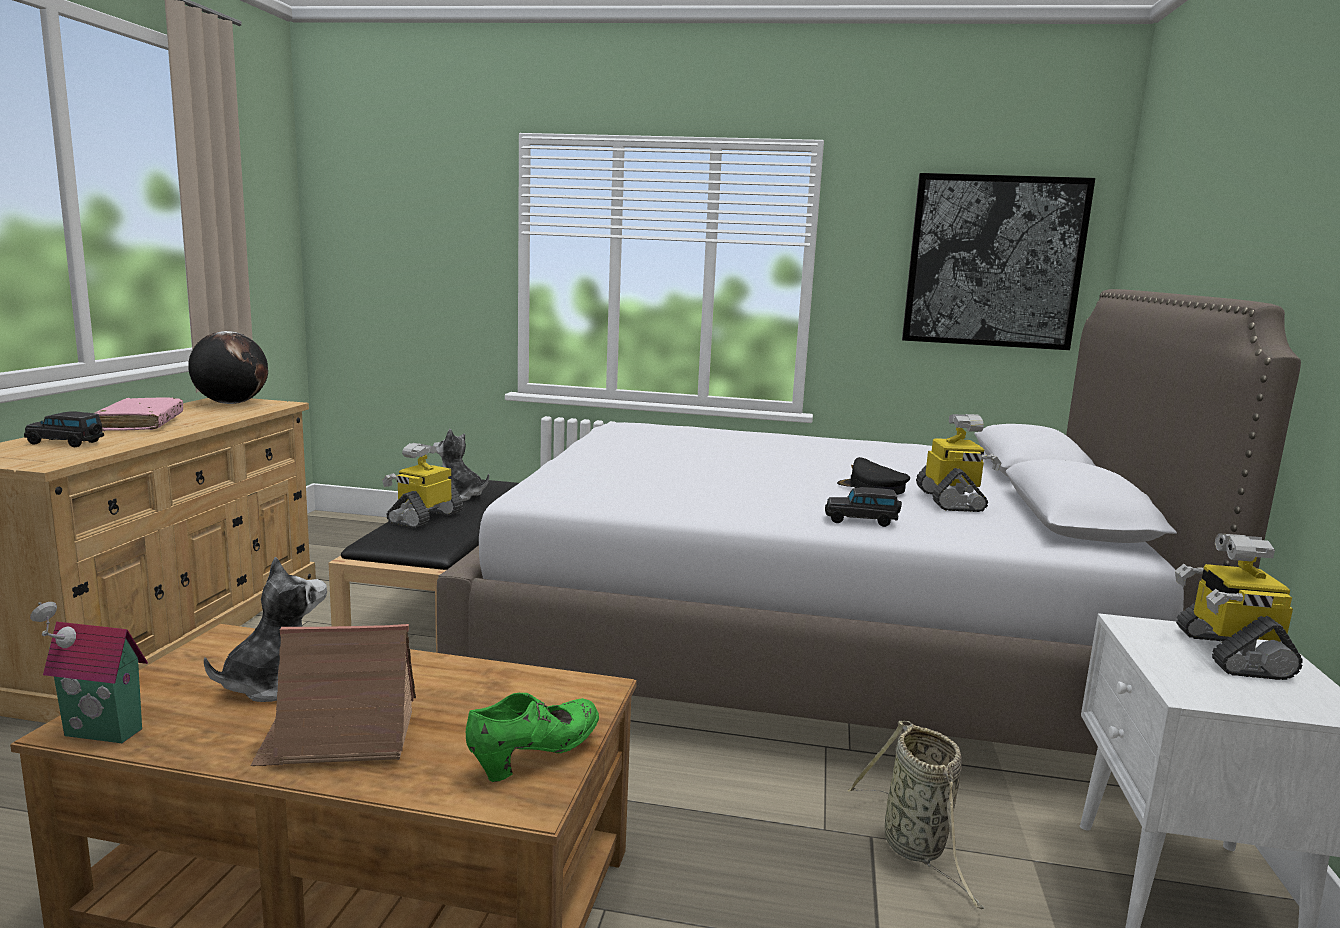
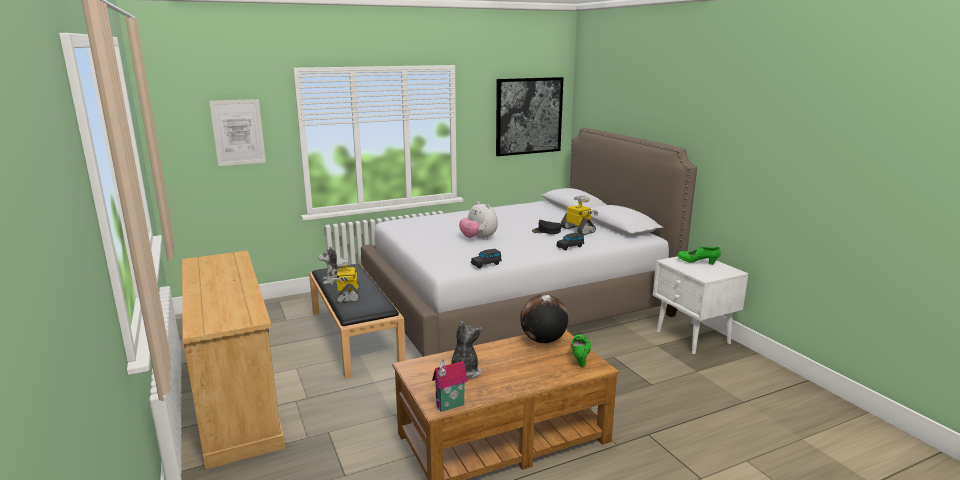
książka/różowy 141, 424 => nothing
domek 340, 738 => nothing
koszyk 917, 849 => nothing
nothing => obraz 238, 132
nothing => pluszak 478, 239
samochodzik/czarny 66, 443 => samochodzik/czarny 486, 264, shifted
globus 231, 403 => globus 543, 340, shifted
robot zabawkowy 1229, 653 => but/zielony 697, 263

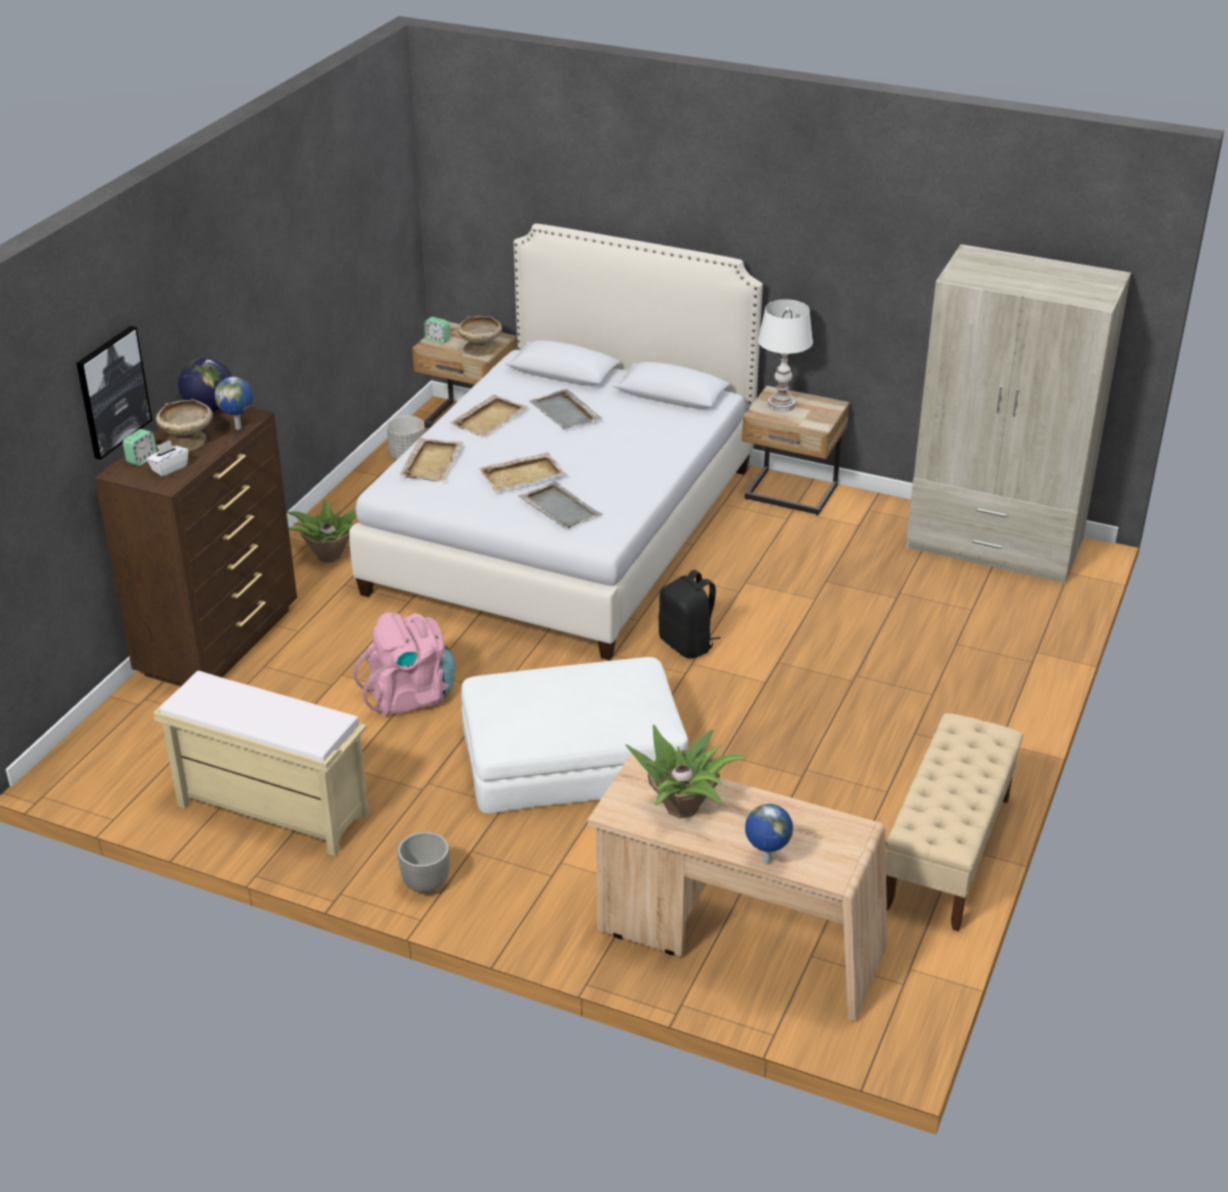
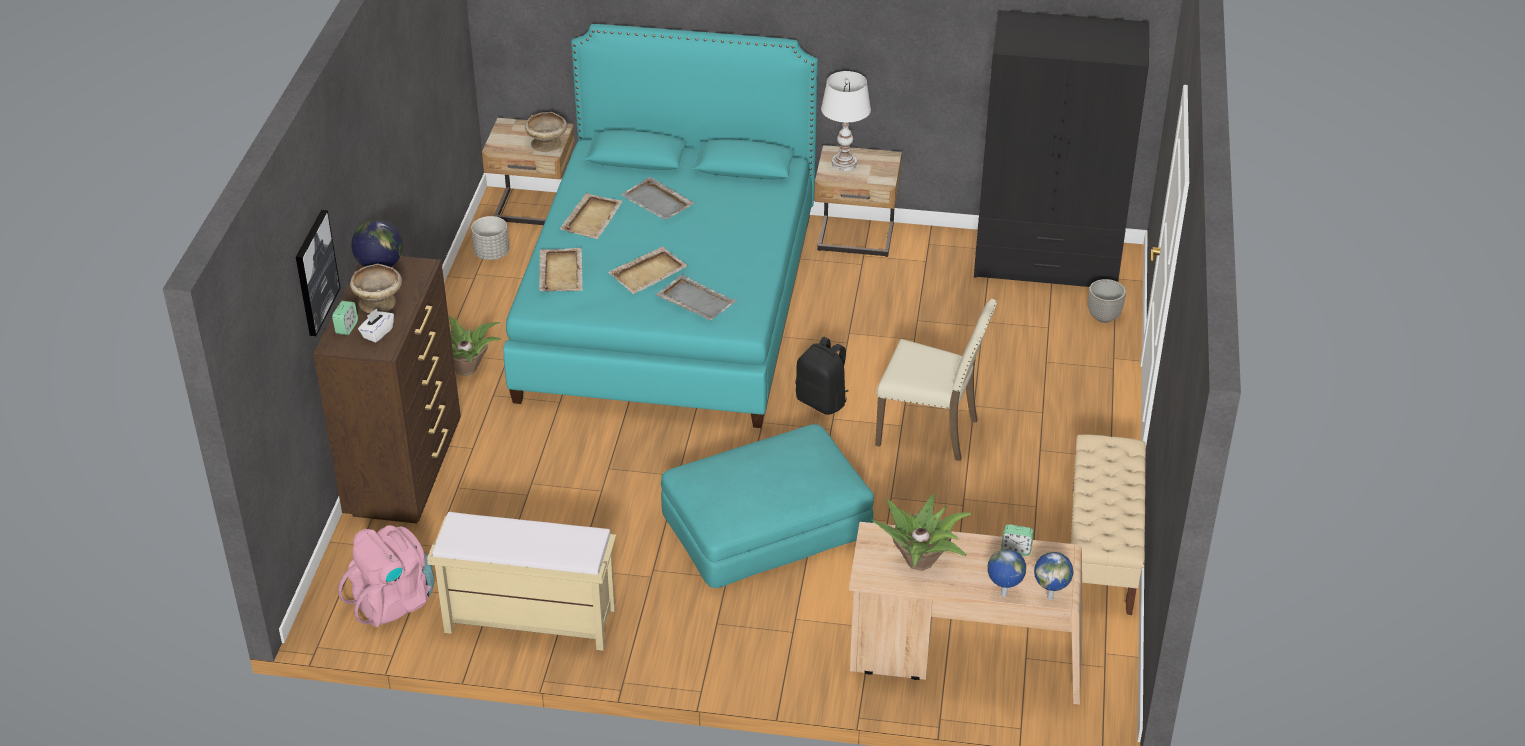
nothing => krzesło/beżowy 930, 431
globus 239, 427 => globus 1050, 597, shifted
plecak/różowy 410, 696 => plecak/różowy 393, 601, shifted
donica 425, 884 => donica 1103, 317, shifted
budzik 437, 340 => budzik 1016, 549, shifted
łóżko/biały 563, 528 => łóżko/turkusowy 668, 306
pufa/biały 573, 757 => pufa/turkusowy 766, 523
szafa/beżowy 995, 545 => szafa/czarny 1047, 261

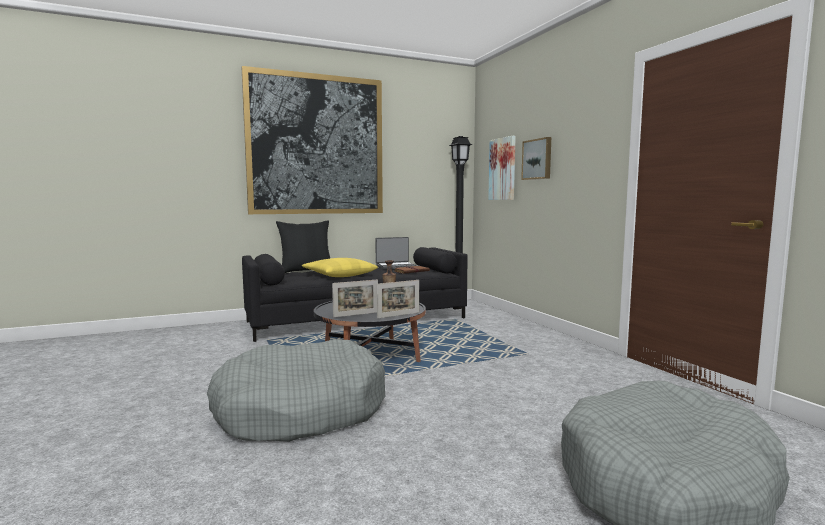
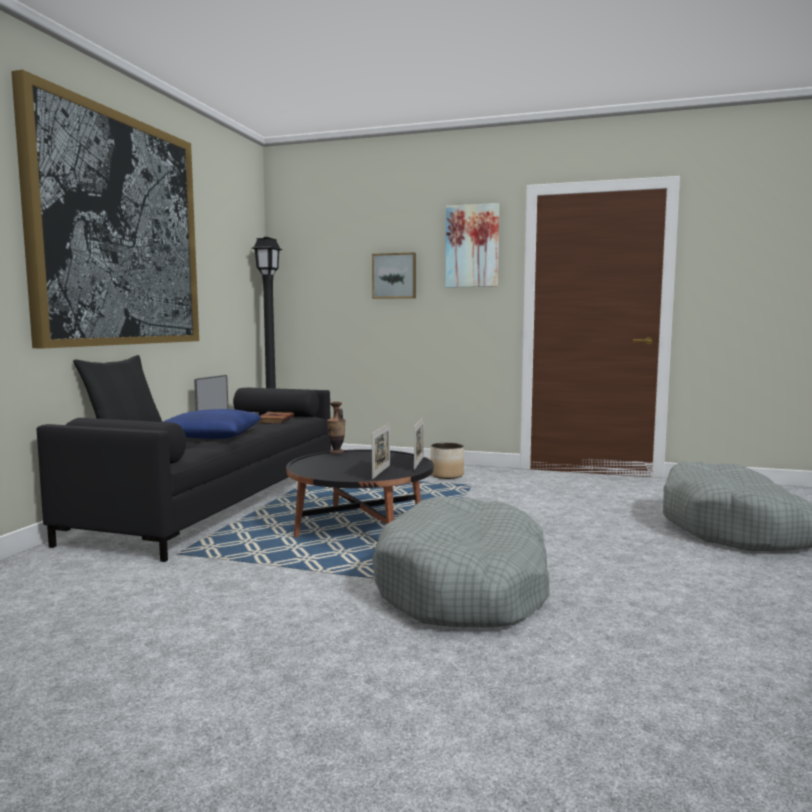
nothing => donica 447, 475
obraz 502, 169 => obraz 472, 246, shifted
poduszka/żółty 339, 275 => poduszka/niebieski 207, 436

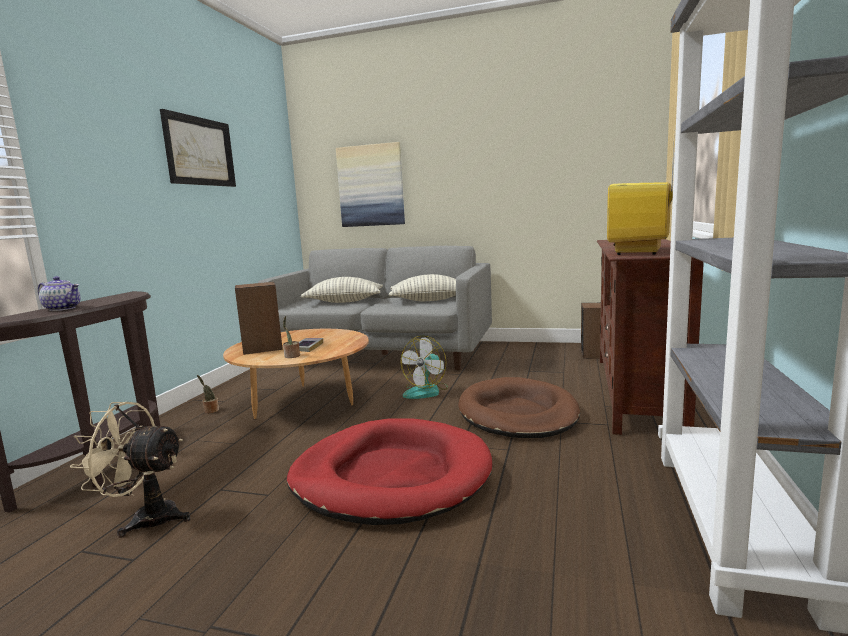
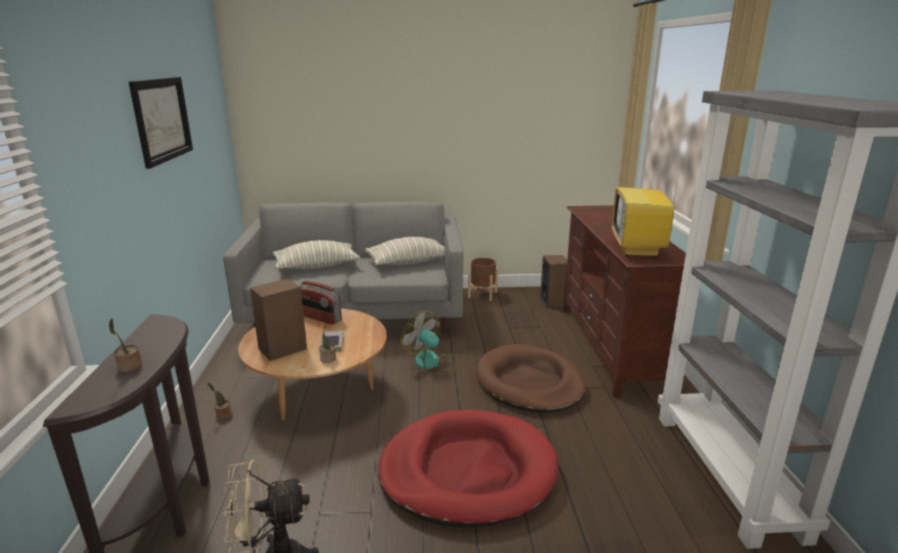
obraz 371, 186 => nothing
nothing => radio 320, 318
nothing => donica/brązowy 482, 294
imbryk 63, 308 => roślina doniczkowa 129, 367
wentylator 426, 391 => wentylator 432, 363, 120 degrees clockwise

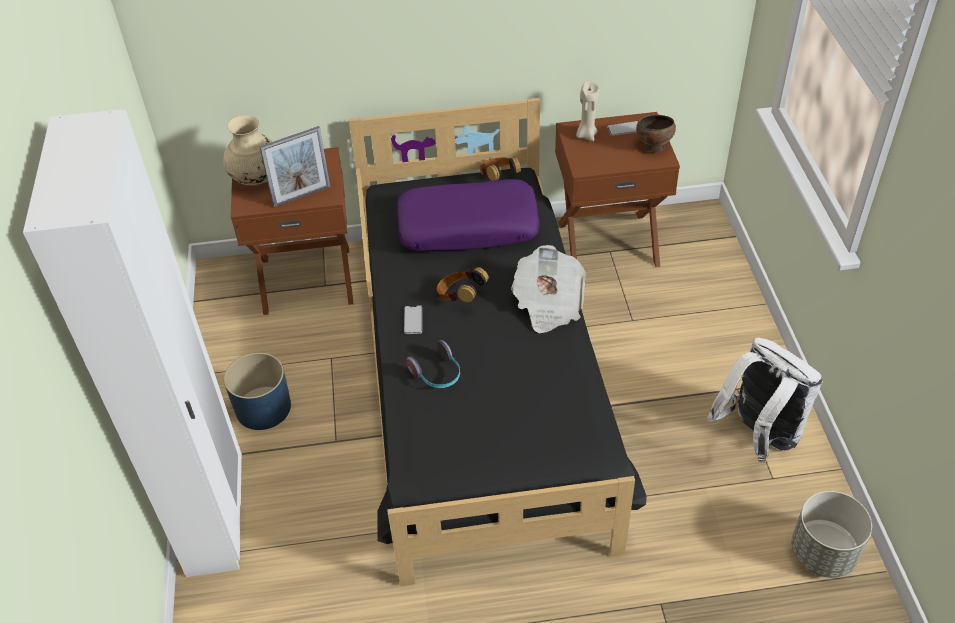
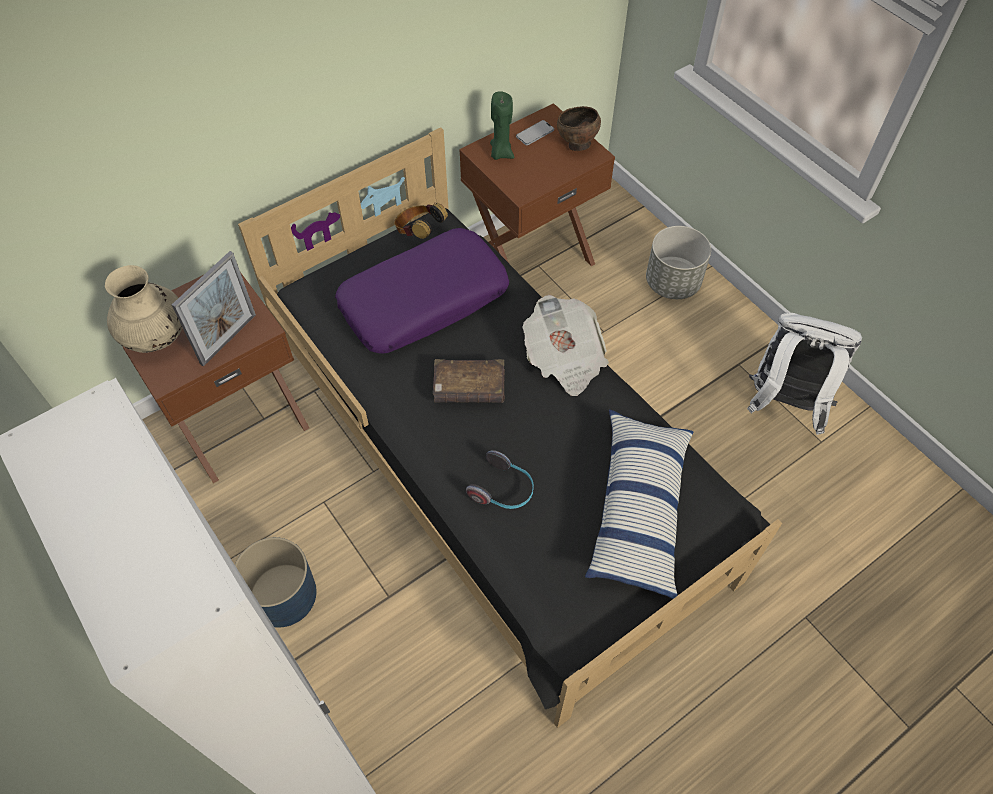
telefon 413, 320 => nothing
nothing => poduszka 638, 510
donica/szary 822, 553 => donica/szary 672, 283, shifted
słuchawki 460, 297 => książka/brązowy 469, 388
świeca/beżowy 586, 135 => świeca/zielony 500, 153

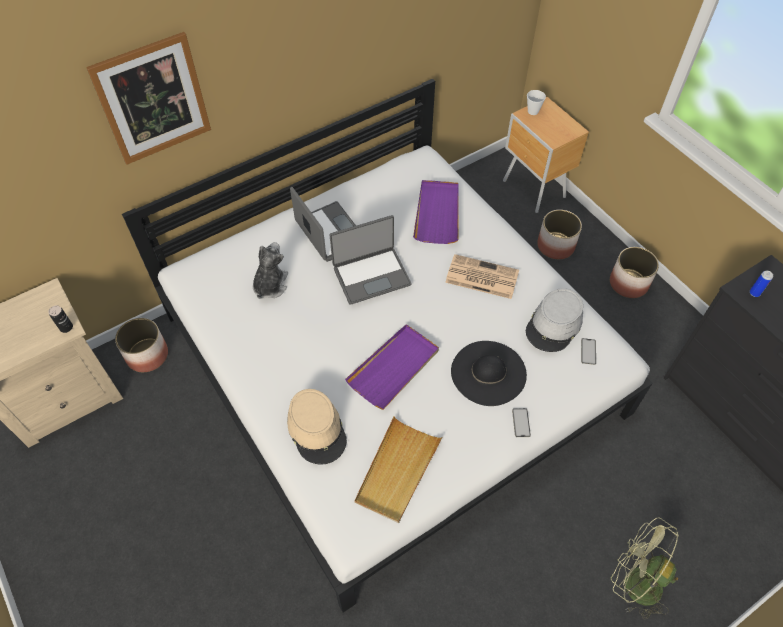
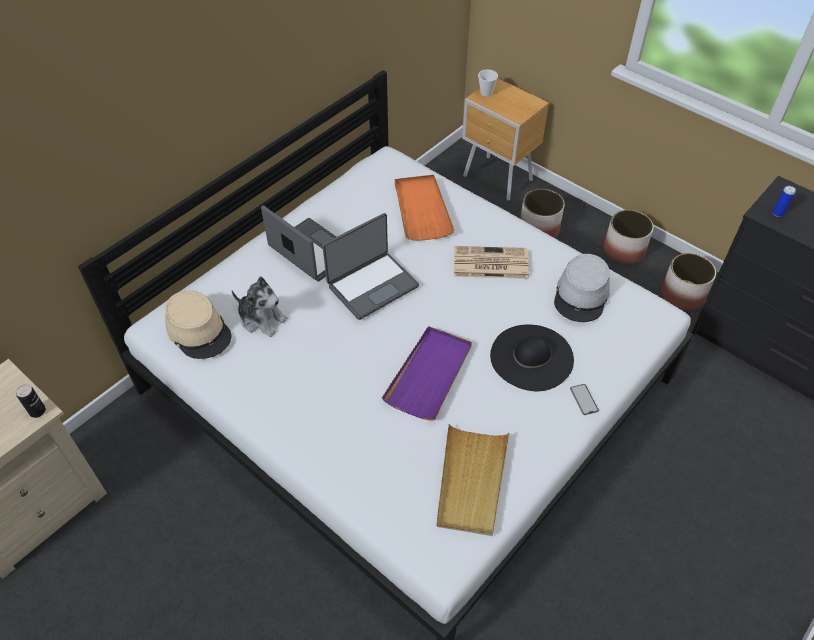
obraz 153, 99 => nothing
telefon 588, 351 => nothing
wentylator/zielony 633, 582 => nothing
donica 147, 355 => donica 682, 295, shifted
kapelusz/beżowy 317, 429 => kapelusz/beżowy 199, 331, shifted
taca/fioletowy 437, 213 => taca/pomarańczowy 421, 209
pluszak 270, 285 => pluszak 262, 319, 120 degrees clockwise

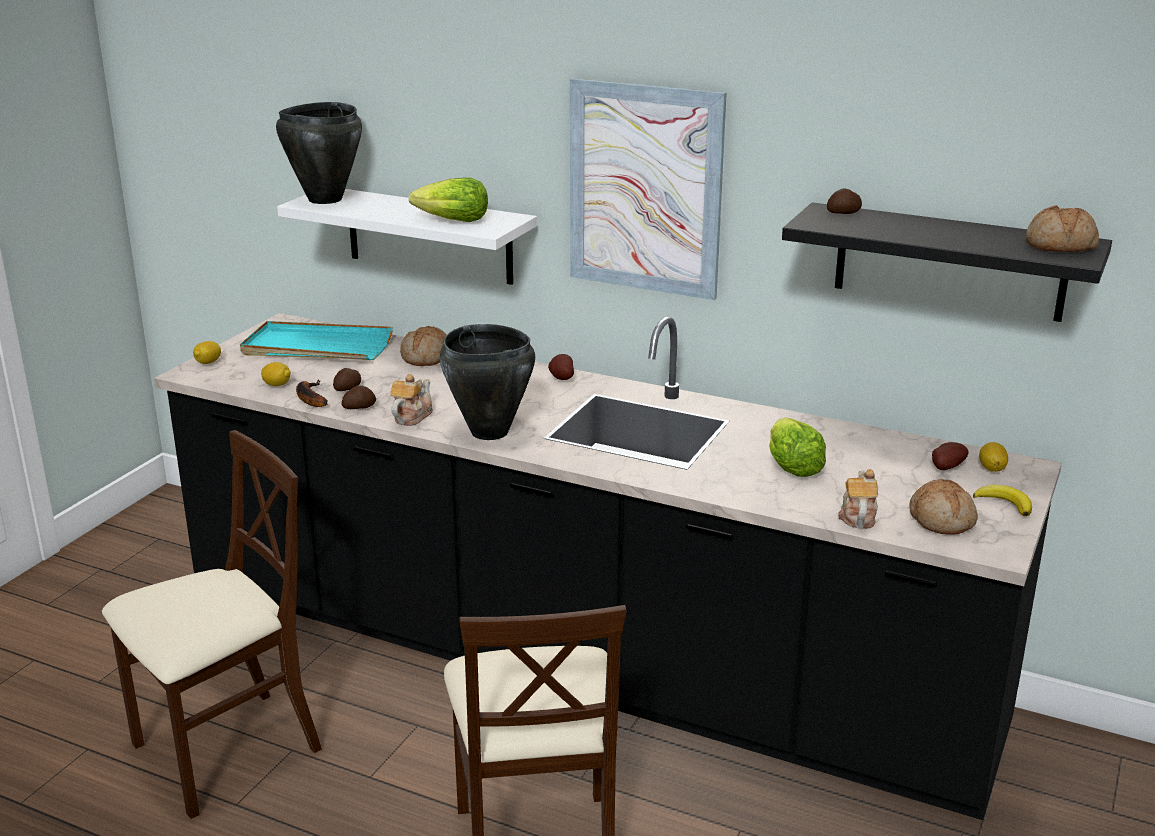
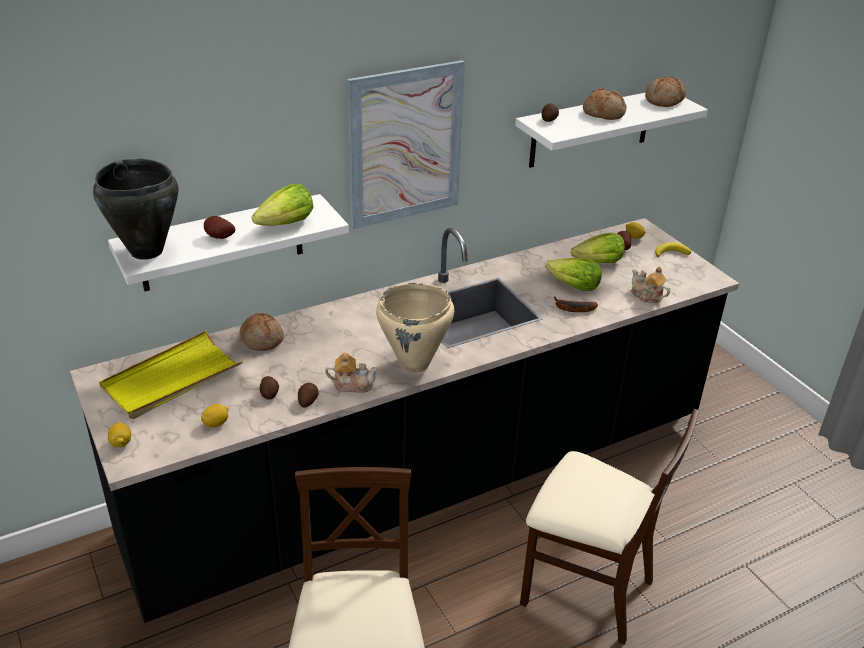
nothing => sałata 598, 262
banan 309, 398 => banan 572, 309, shifted
ziemniak 561, 378 => ziemniak 219, 238, shifted
chleb 942, 519 => chleb 604, 113, shifted
taca/turkusowy 316, 347 => taca/żółty 171, 379
garnek/czarny 489, 432 => garnek/beżowy 415, 364
półka/czarny 949, 262 => półka/biały 590, 128
imbryk 411, 416 => imbryk 352, 385, 120 degrees clockwise

